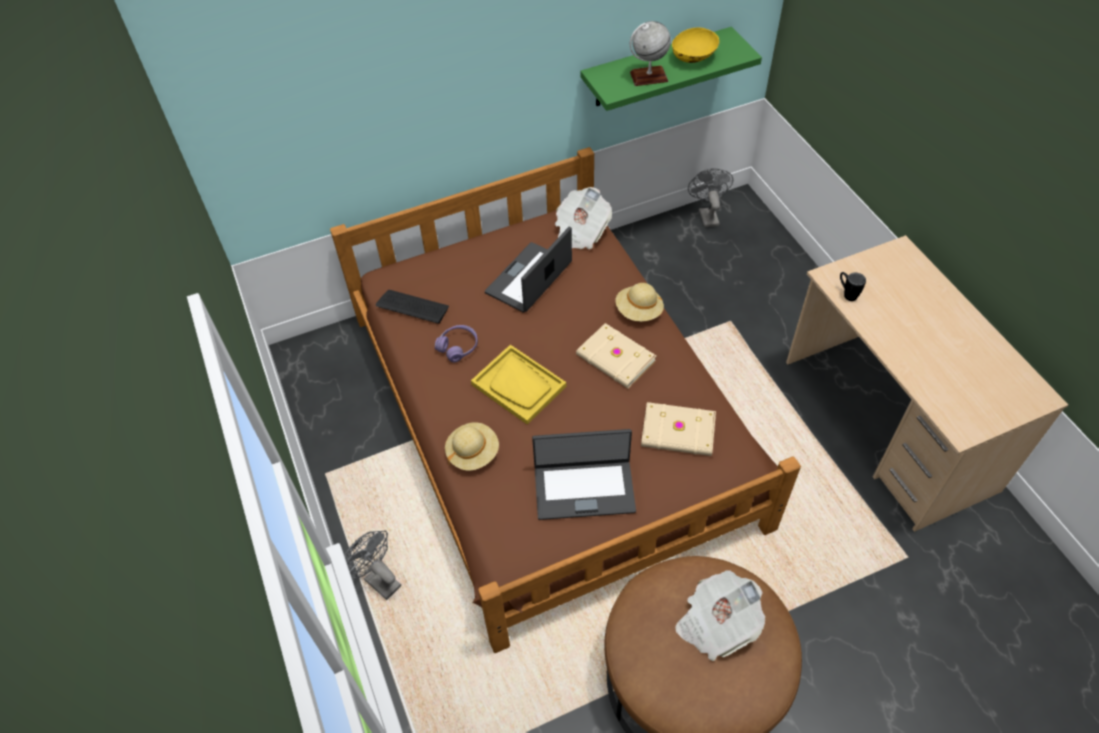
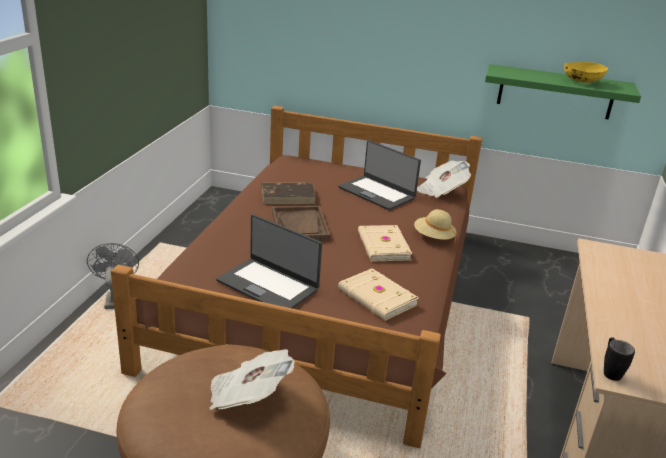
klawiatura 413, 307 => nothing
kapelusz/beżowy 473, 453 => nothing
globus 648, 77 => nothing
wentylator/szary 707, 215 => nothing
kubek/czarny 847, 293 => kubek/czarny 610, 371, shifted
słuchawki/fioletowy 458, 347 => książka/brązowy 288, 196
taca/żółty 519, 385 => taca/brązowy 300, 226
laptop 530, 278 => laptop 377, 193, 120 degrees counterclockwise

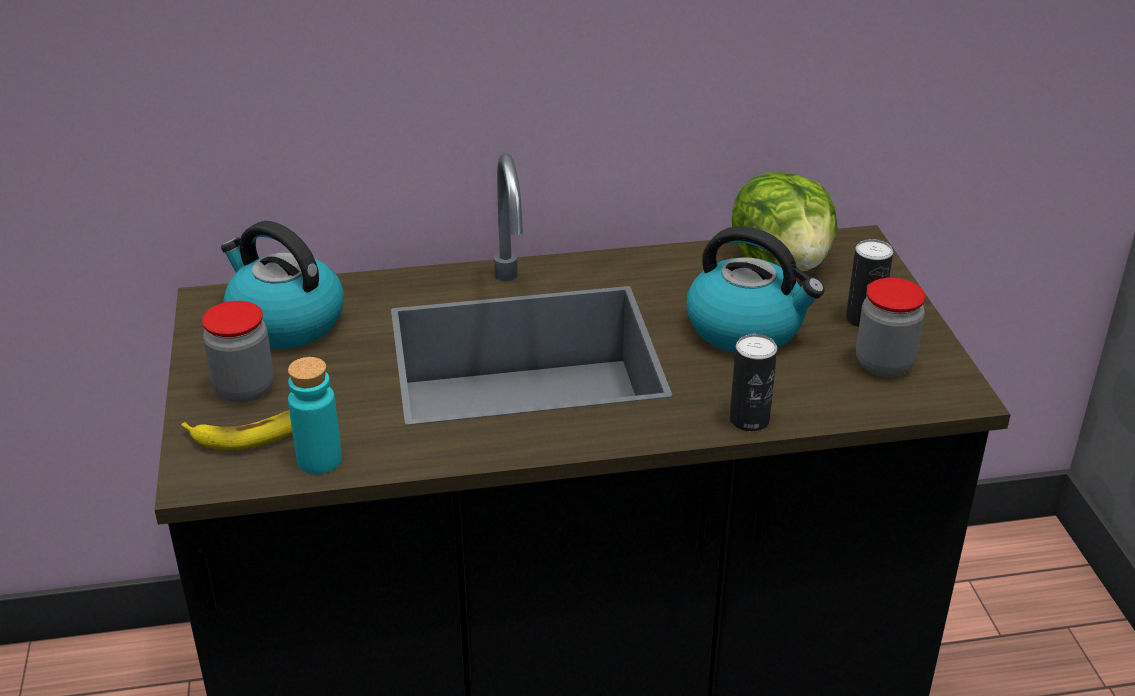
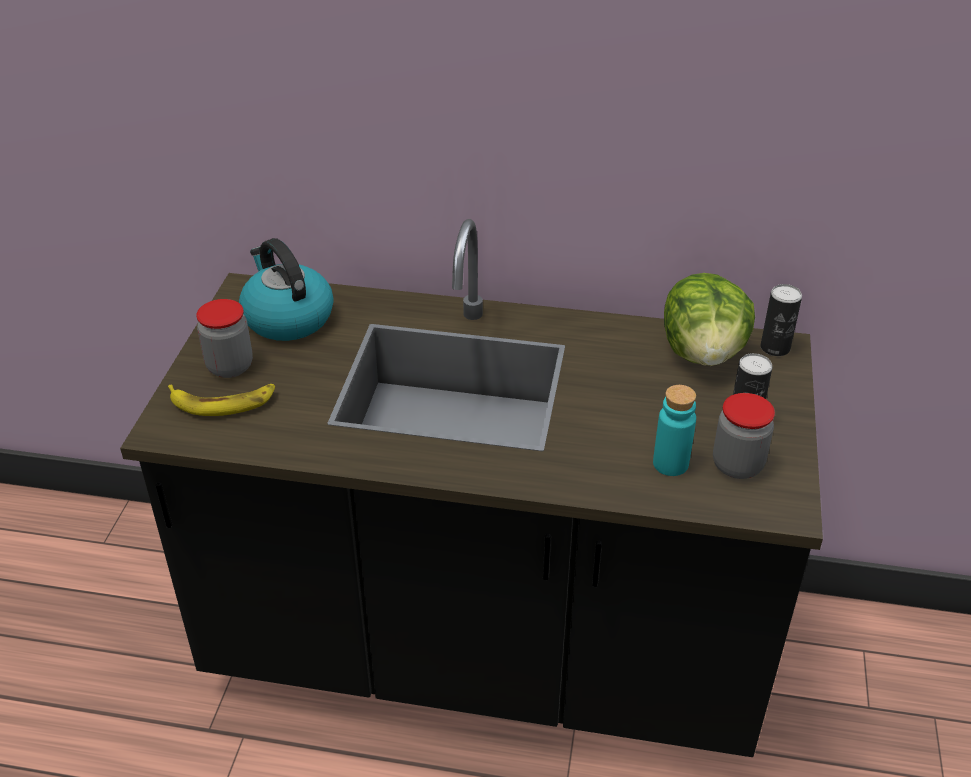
czajnik 747, 328 => nothing
butelka/turkusowy 319, 460 => butelka/turkusowy 670, 464, shifted
puszka 749, 420 => puszka 775, 347, shifted

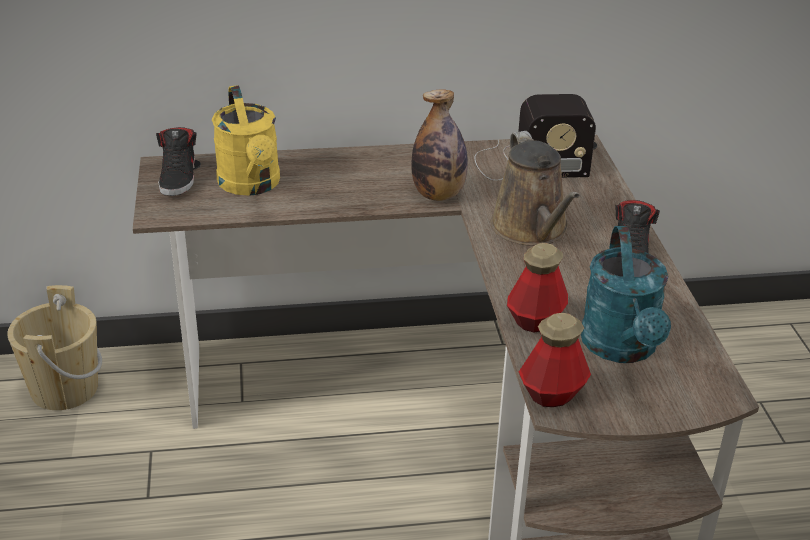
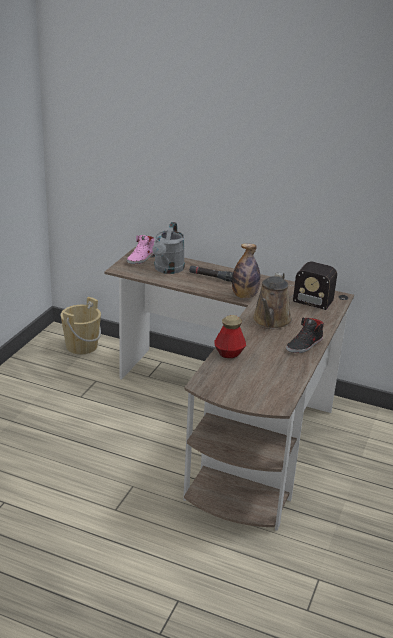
butelka 552, 394 => nothing
konewka/turkusowy 622, 348 => nothing
nothing => latarka/czarny 213, 277
but/czarny 179, 177 => but/różowy 141, 258
konewka/żółty 252, 185 => konewka/szary 168, 269

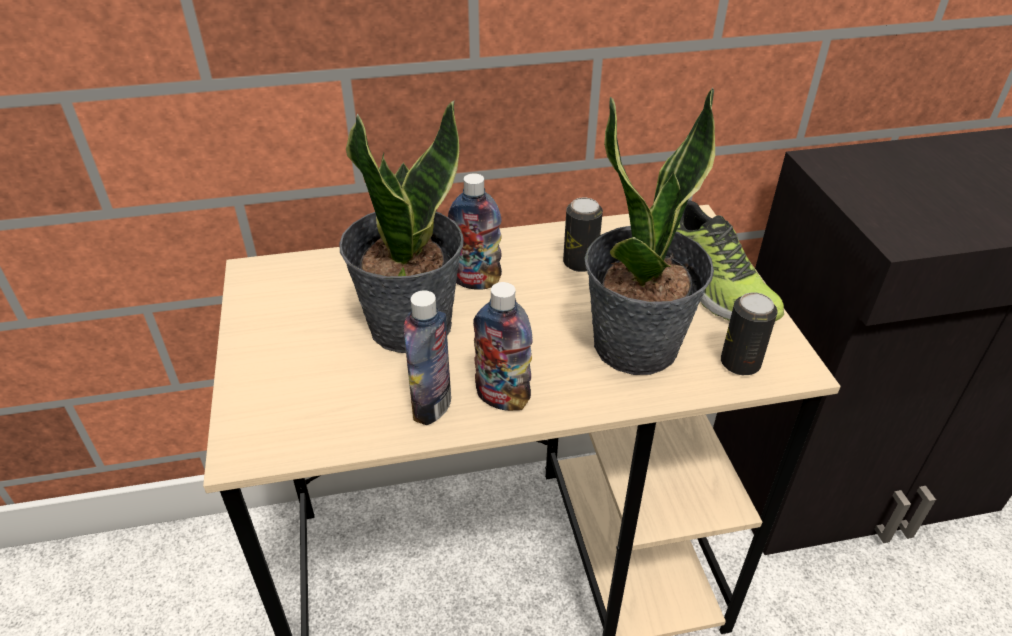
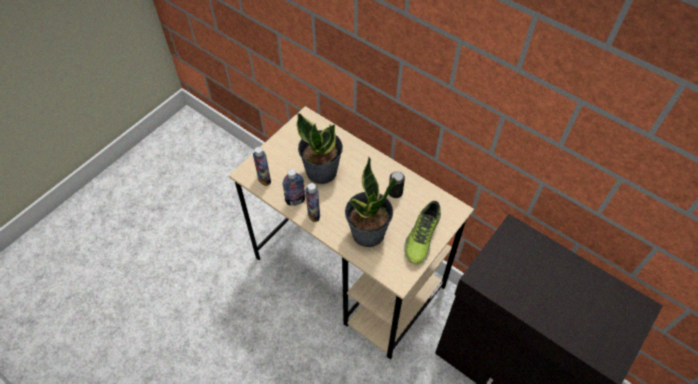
puszka 740, 363 => nothing
butelka 476, 281 => butelka 264, 179, shifted

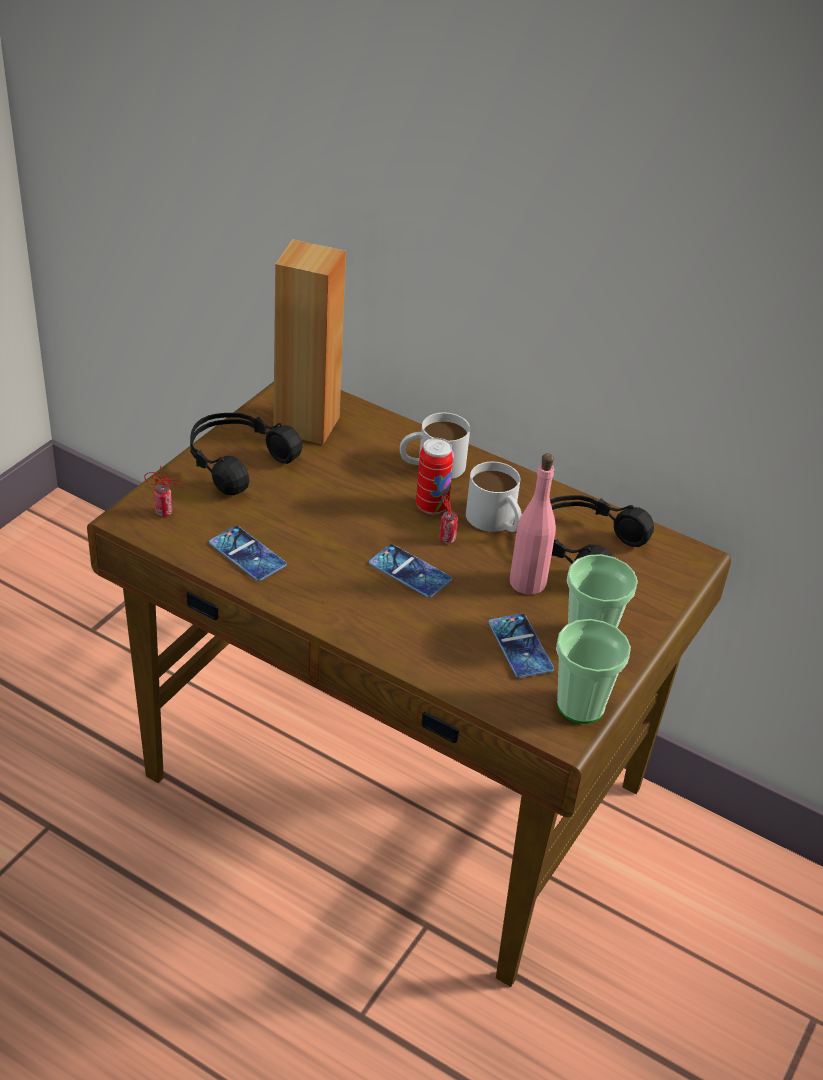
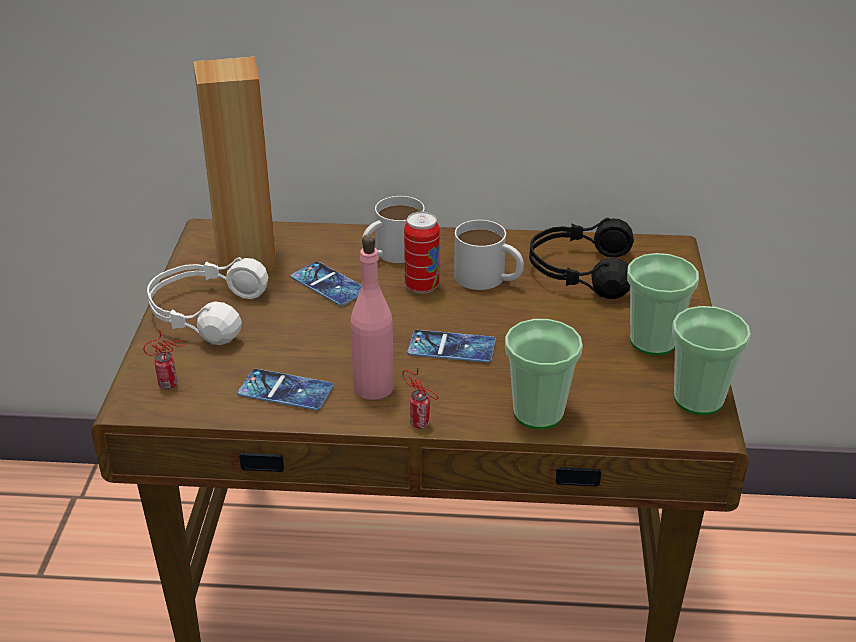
nothing => filiżanka 538, 413
puszka 448, 540 => puszka 422, 424, shifted
telefon 520, 646 => telefon 328, 284, shifted
butelka/różowy 528, 582 => butelka/różowy 374, 387, shifted
słuchawki/czarny 236, 461 => słuchawki/biały 204, 313

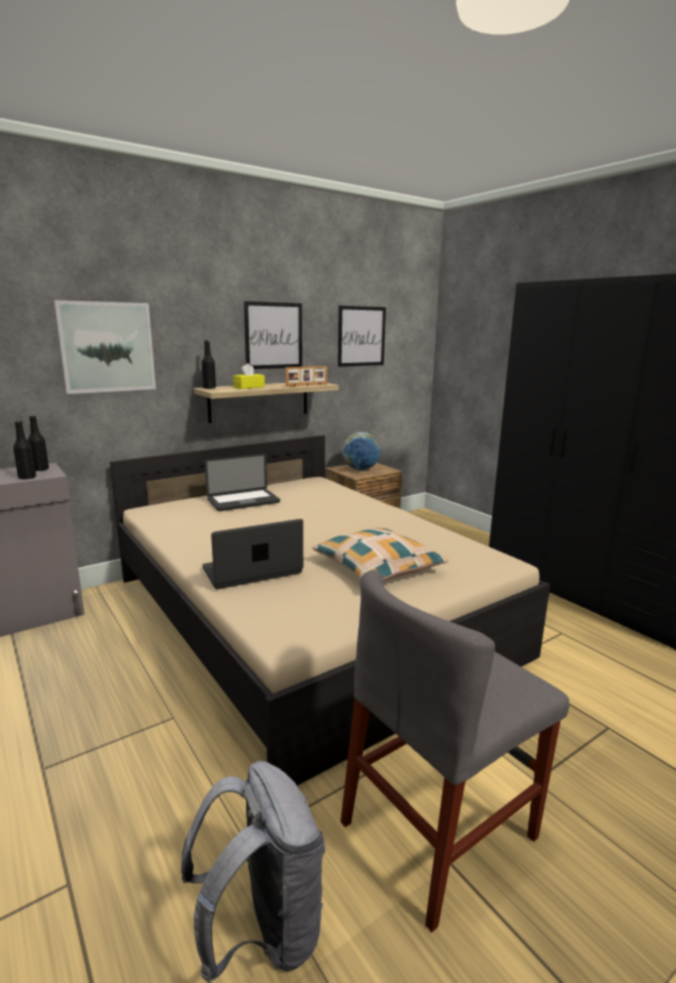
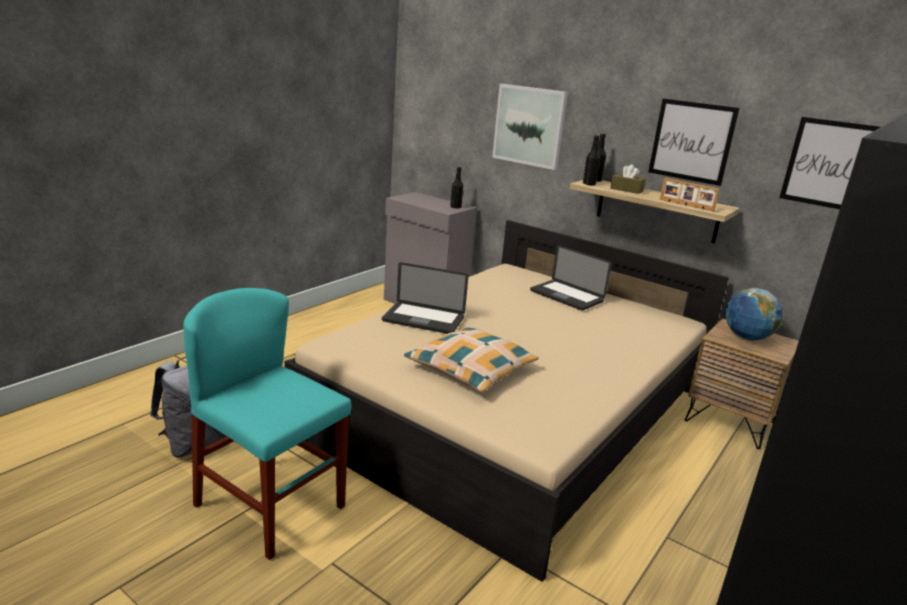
butelka/czarny 27, 477 => butelka/czarny 589, 184, shifted
pudełko chusteczek/żółty 249, 387 => pudełko chusteczek/brązowy 626, 190
krzesło/szary 439, 830 => krzesło/turkusowy 270, 506
laptop 252, 571 => laptop 423, 319, 150 degrees clockwise

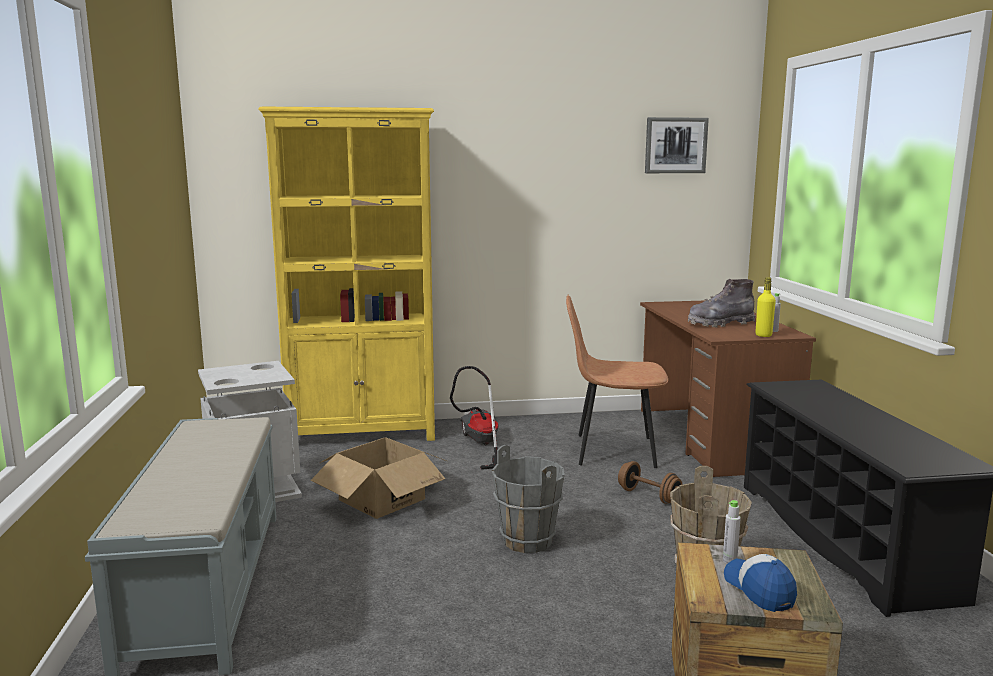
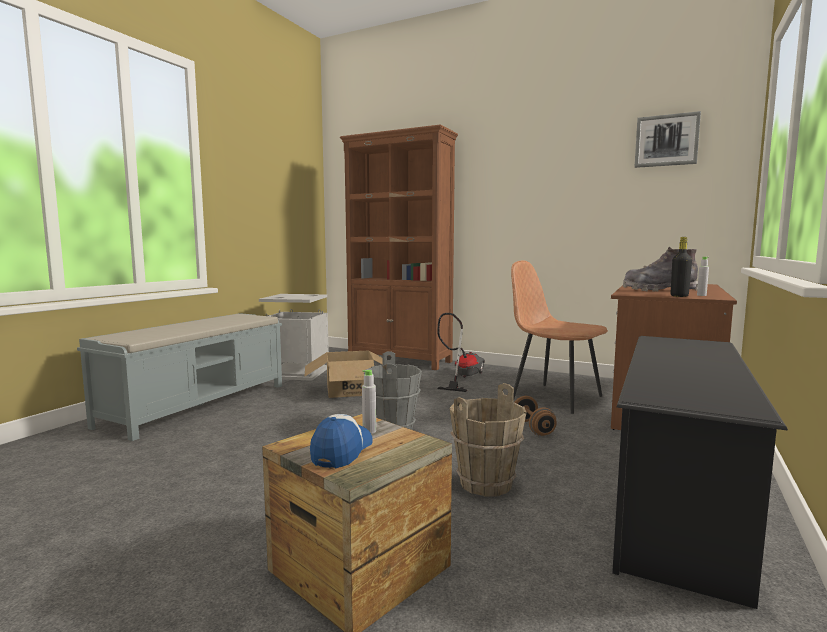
regał/żółty 363, 434 => regał/brązowy 400, 360
butelka/żółty 763, 335 => butelka/czarny 679, 296

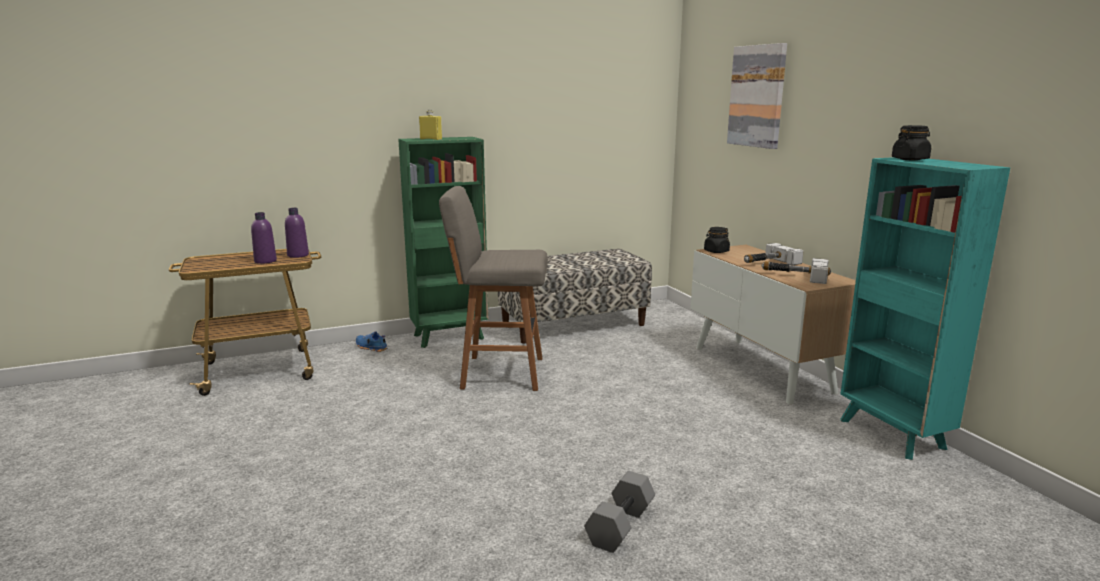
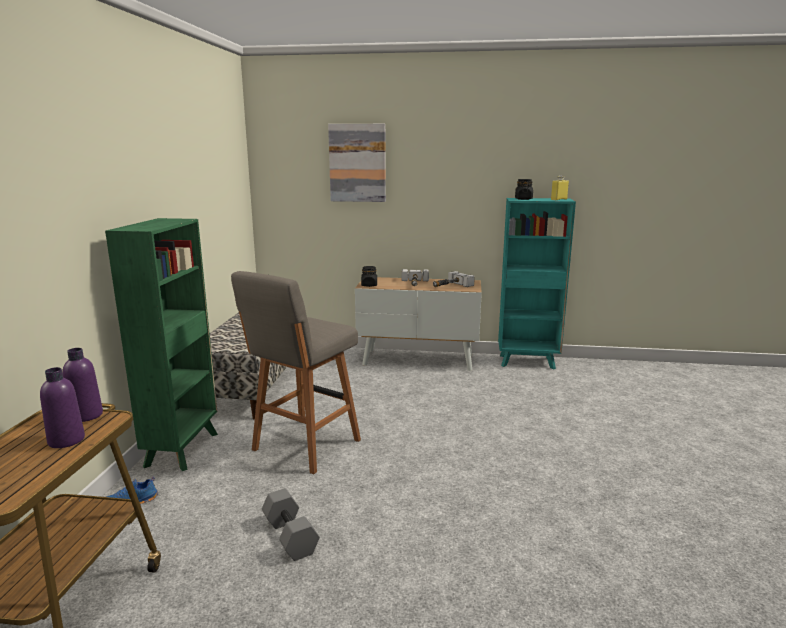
butelka/żółty 431, 139 => butelka/żółty 559, 199, shifted
hantel/szary 619, 525 => hantel/szary 289, 536, shifted

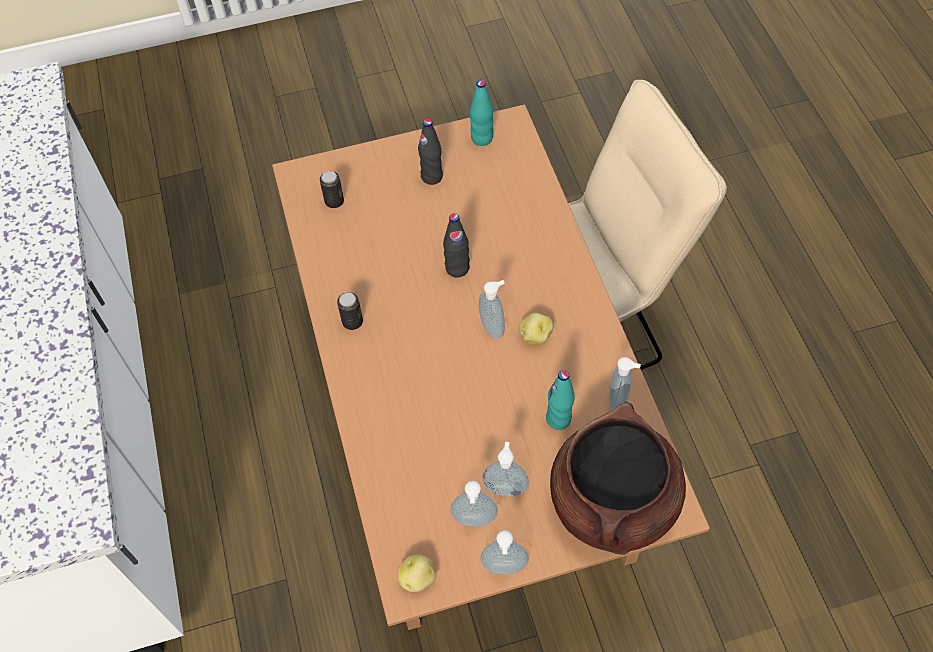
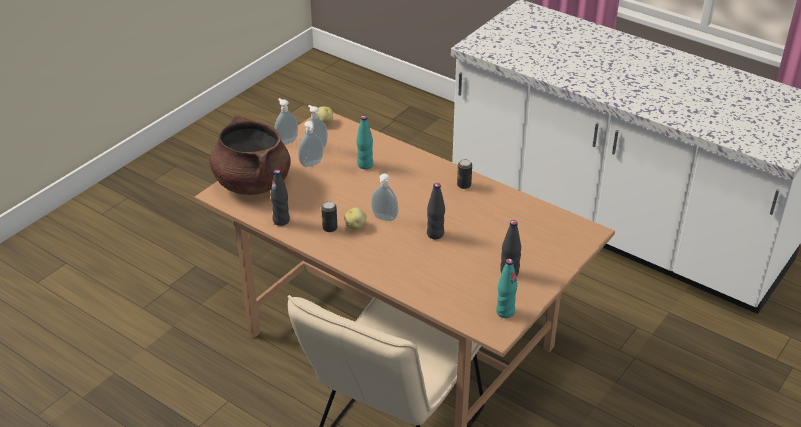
puszka 334, 201 => puszka 330, 228, shifted
butelka/turkusowy 558, 419 => butelka/turkusowy 365, 165, shifted
dozownik mydła 619, 401 => butelka/czarny 281, 220

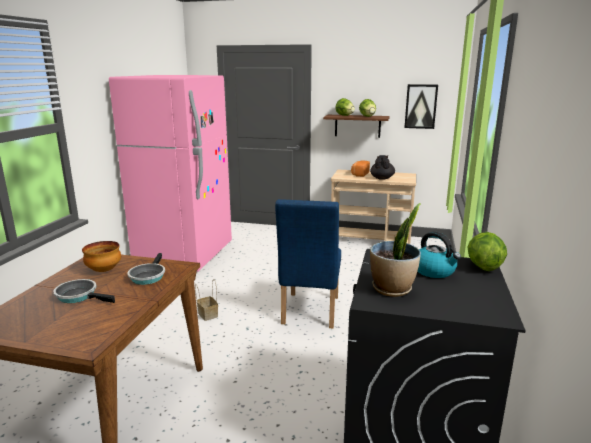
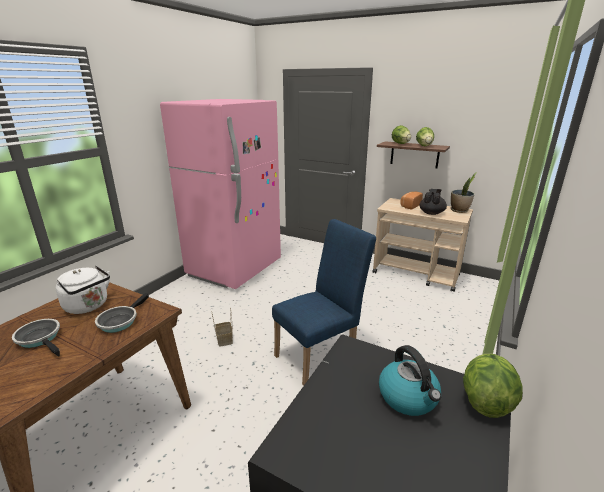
obraz 421, 106 => nothing
roślina doniczkowa 392, 289 => roślina doniczkowa 459, 210, shifted
miska 104, 270 => czajnik/biały 88, 306
krzesło/niebieski 309, 313 => krzesło/niebieski 321, 354, 150 degrees counterclockwise

